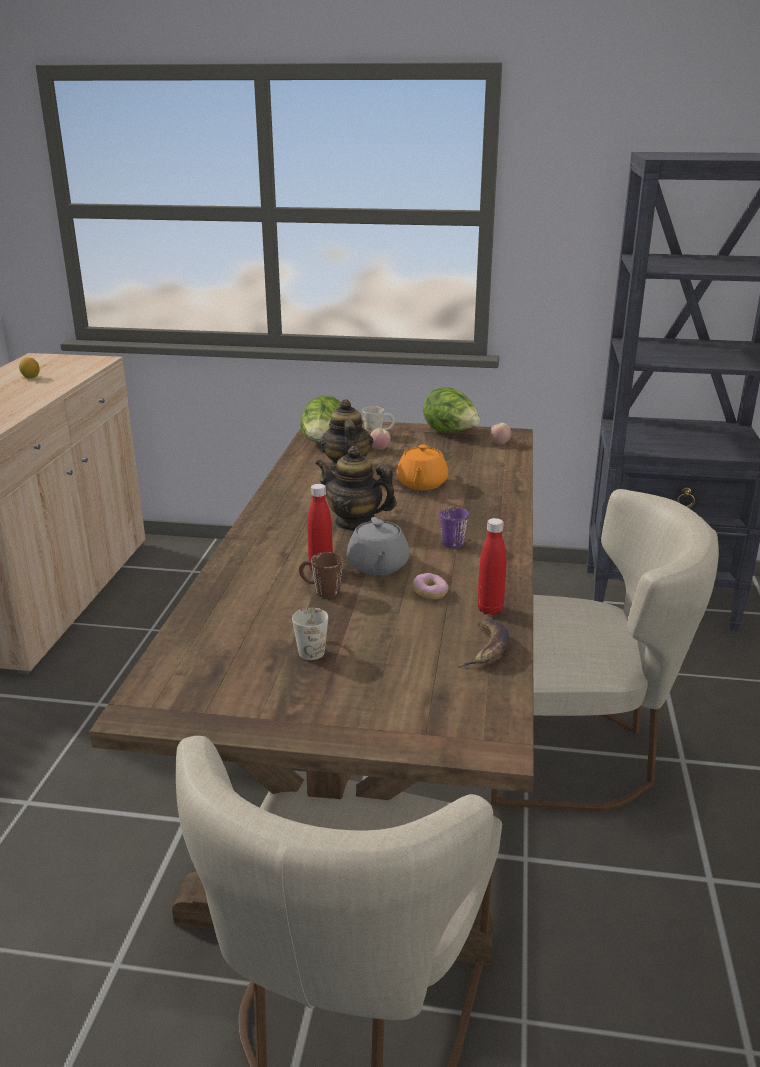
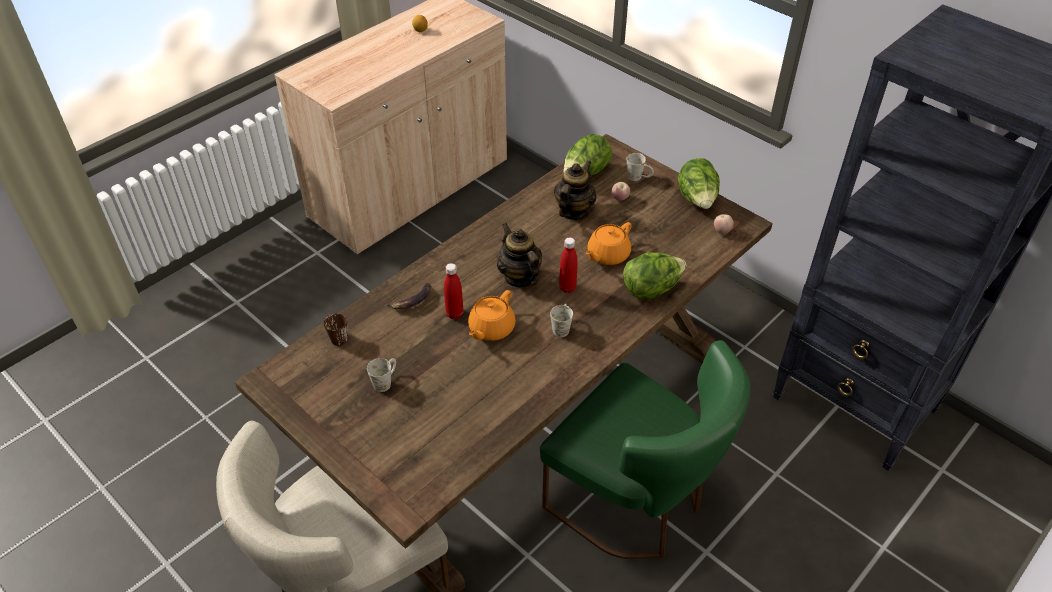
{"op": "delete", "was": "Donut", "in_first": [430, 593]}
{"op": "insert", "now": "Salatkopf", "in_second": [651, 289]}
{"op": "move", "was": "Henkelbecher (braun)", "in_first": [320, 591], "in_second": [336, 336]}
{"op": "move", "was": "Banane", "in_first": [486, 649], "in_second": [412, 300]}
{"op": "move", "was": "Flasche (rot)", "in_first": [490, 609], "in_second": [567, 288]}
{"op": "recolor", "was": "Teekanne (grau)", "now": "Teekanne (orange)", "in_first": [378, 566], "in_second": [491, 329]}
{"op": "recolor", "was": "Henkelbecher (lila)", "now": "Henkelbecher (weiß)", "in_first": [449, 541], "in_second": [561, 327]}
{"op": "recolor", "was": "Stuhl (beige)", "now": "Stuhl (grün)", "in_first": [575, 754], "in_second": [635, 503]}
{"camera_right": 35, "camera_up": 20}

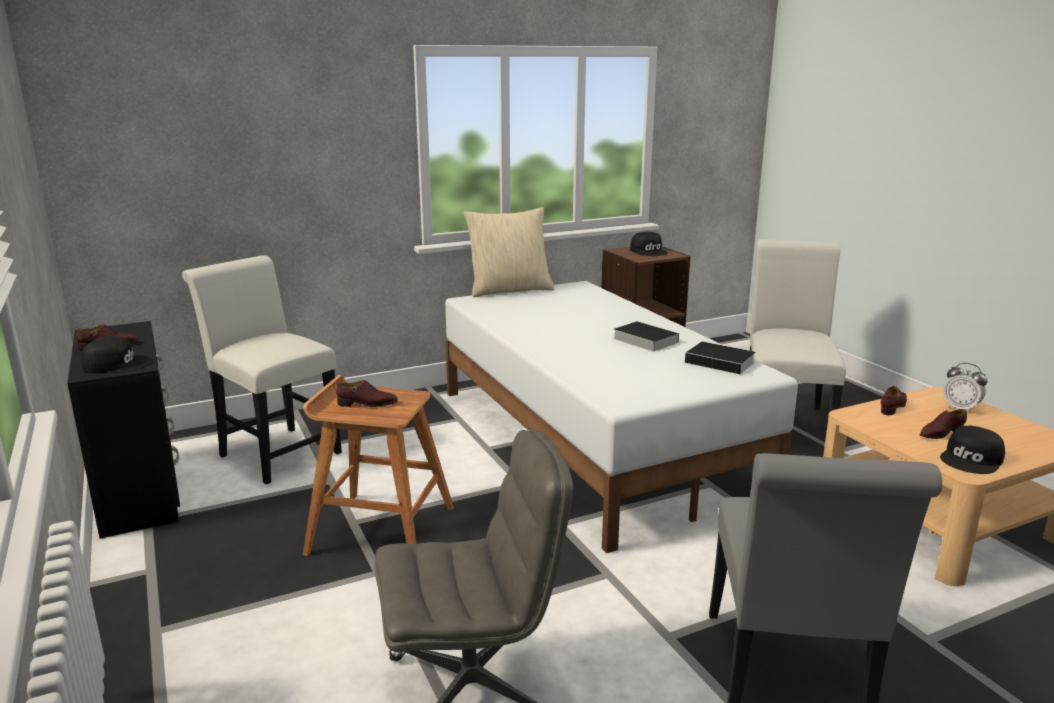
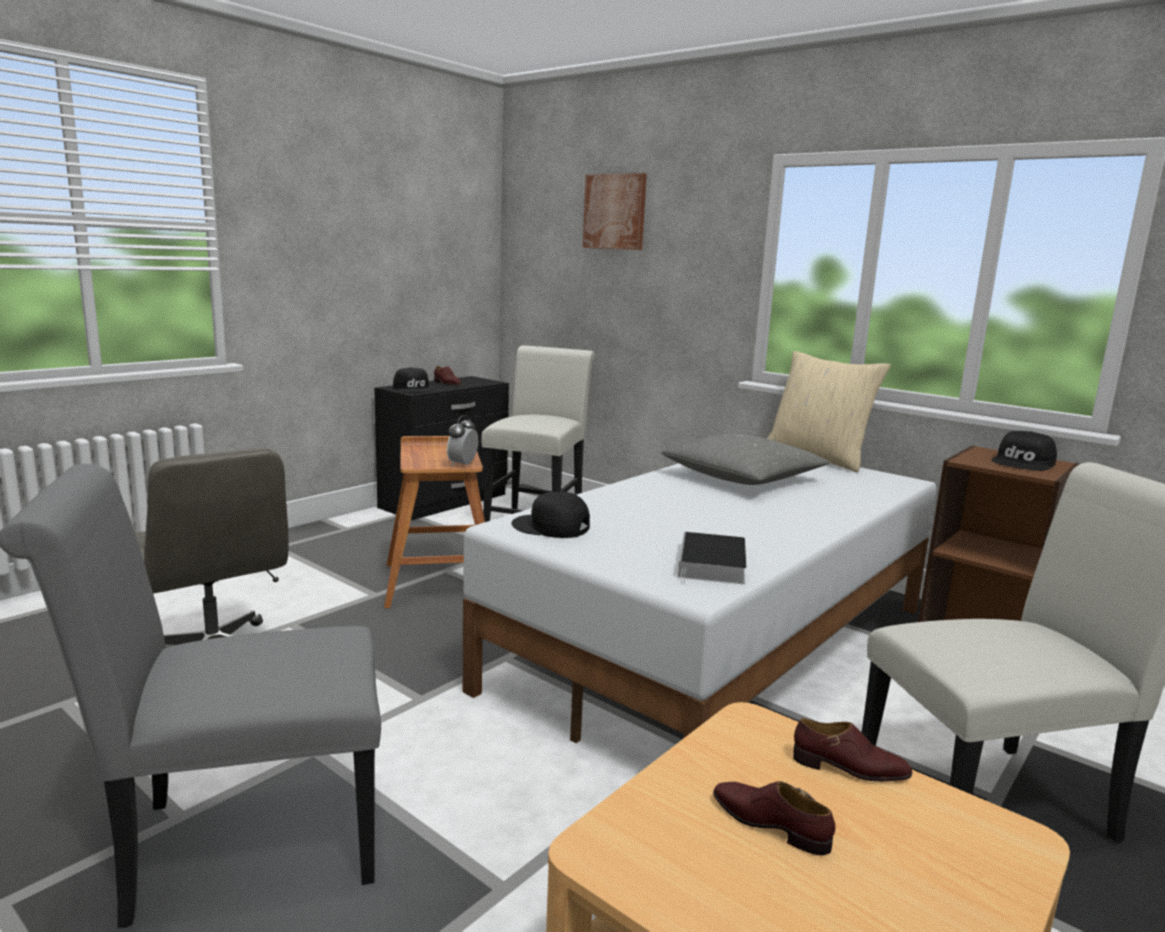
{"op": "delete", "was": "Schuh (braun)", "in_first": [367, 404]}
{"op": "delete", "was": "Buch", "in_first": [643, 340]}
{"op": "insert", "now": "Bild", "in_second": [615, 212]}
{"op": "insert", "now": "Kissen (grau)", "in_second": [743, 478]}
{"op": "move", "was": "Kappe (schwarz)", "in_first": [972, 459], "in_second": [551, 527]}
{"op": "move", "was": "Wecker", "in_first": [960, 409], "in_second": [462, 465]}
{"camera_right": 65, "camera_up": -5}

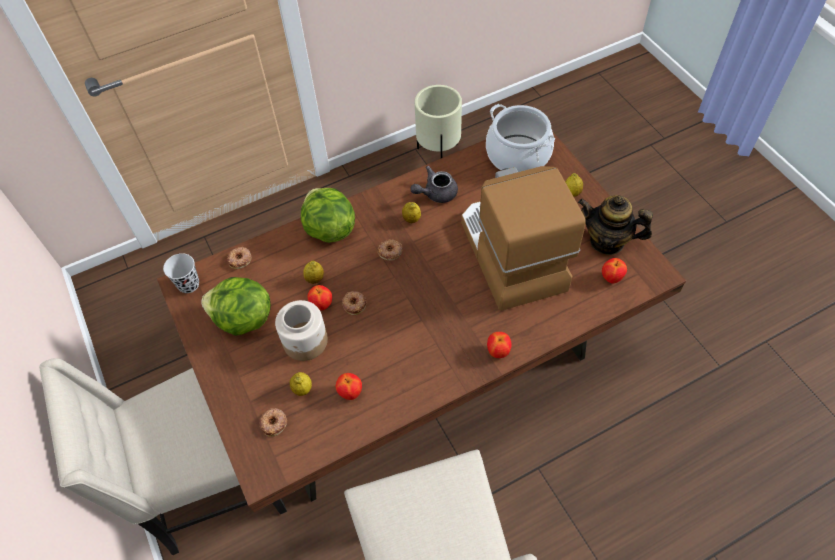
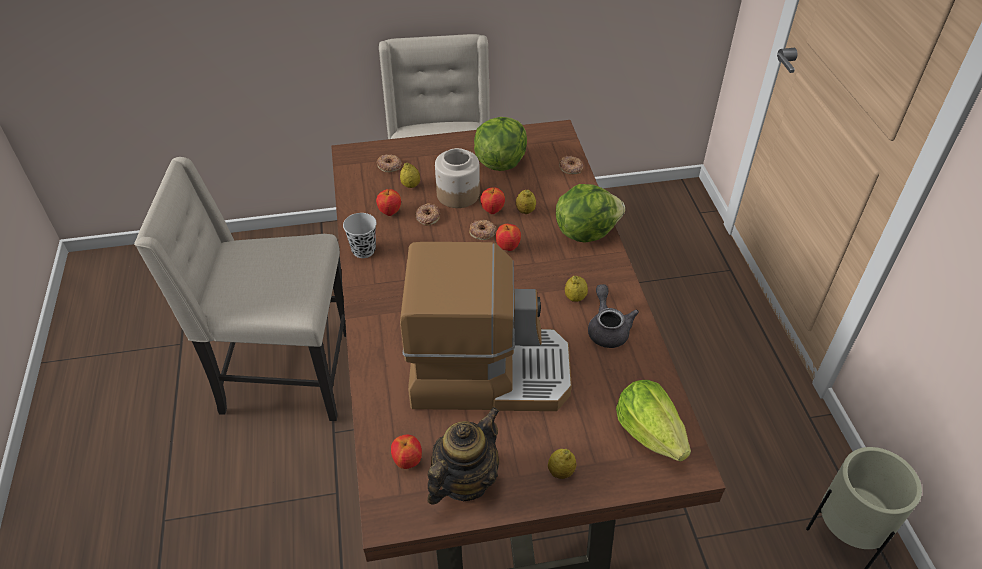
{"op": "move", "was": "Tasse (schwarz)", "in_first": [188, 284], "in_second": [363, 250]}
{"op": "move", "was": "Donut", "in_first": [390, 251], "in_second": [427, 217]}
{"op": "move", "was": "Apfel", "in_first": [498, 352], "in_second": [508, 247]}
{"op": "replace", "was": "Kochtopf", "now": "Salatkopf", "in_first": [518, 155], "in_second": [649, 432]}
{"camera_right": 105, "camera_up": -10}

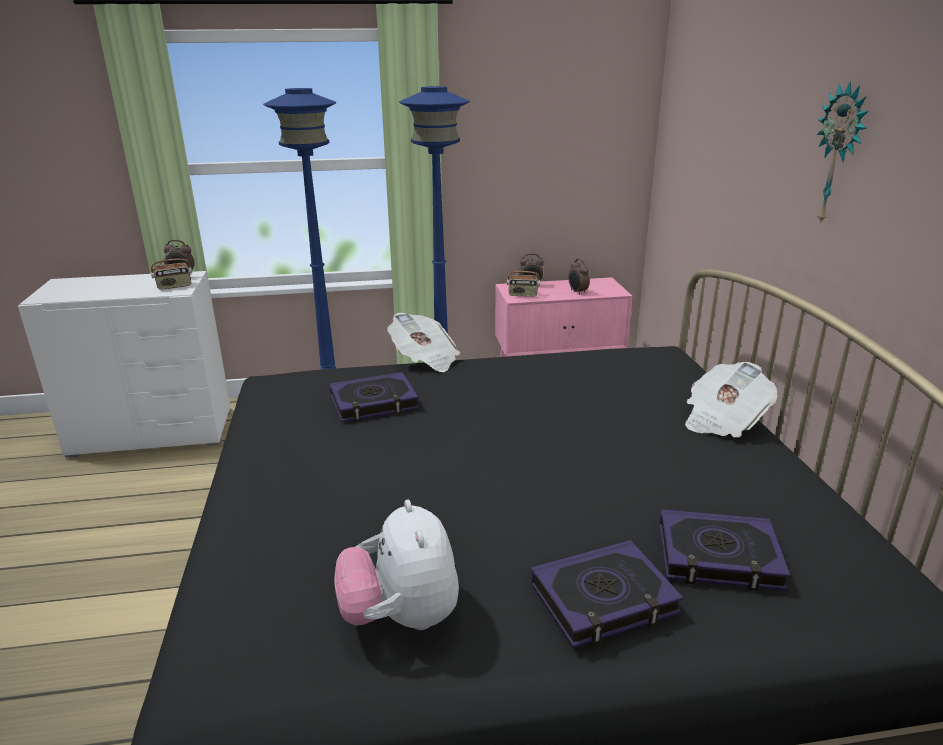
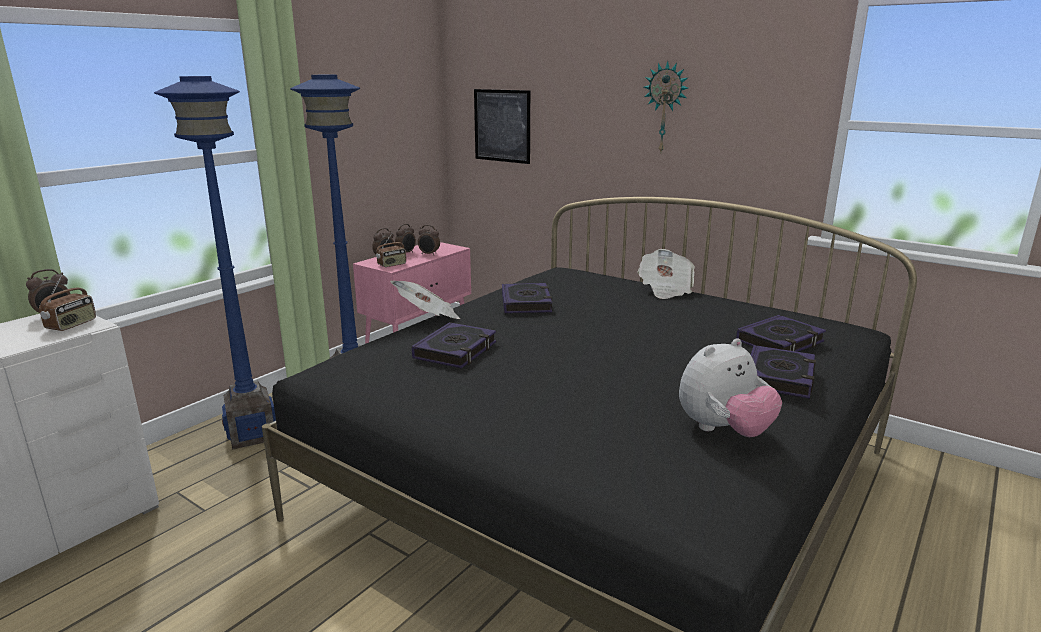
{"op": "insert", "now": "Wecker", "in_second": [406, 253]}
{"op": "insert", "now": "Bild", "in_second": [502, 126]}
{"op": "insert", "now": "Buch", "in_second": [526, 303]}
{"op": "rotate", "was": "Plüschtier", "in_first": [401, 617], "in_second": [723, 430], "clockwise": -60}
{"camera_right": -45, "camera_up": -5}

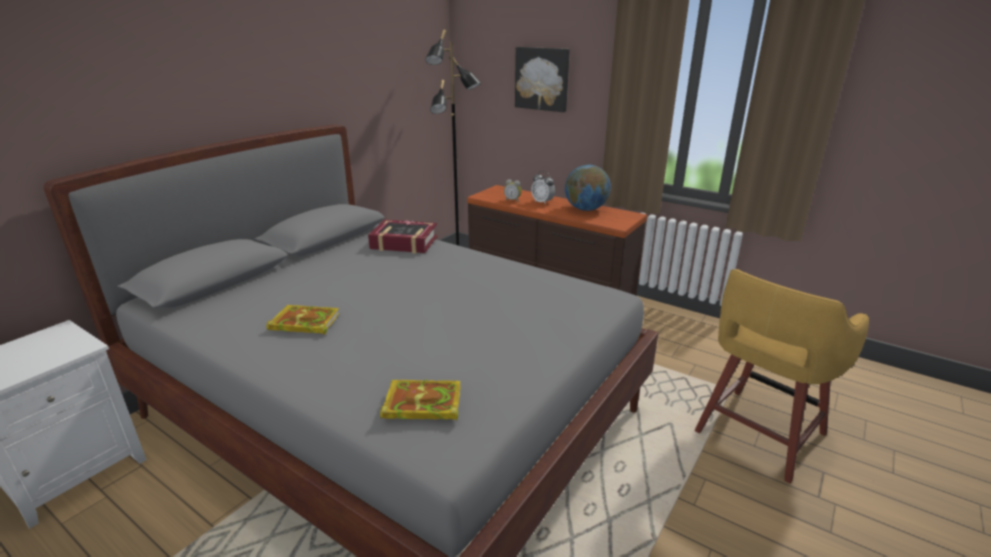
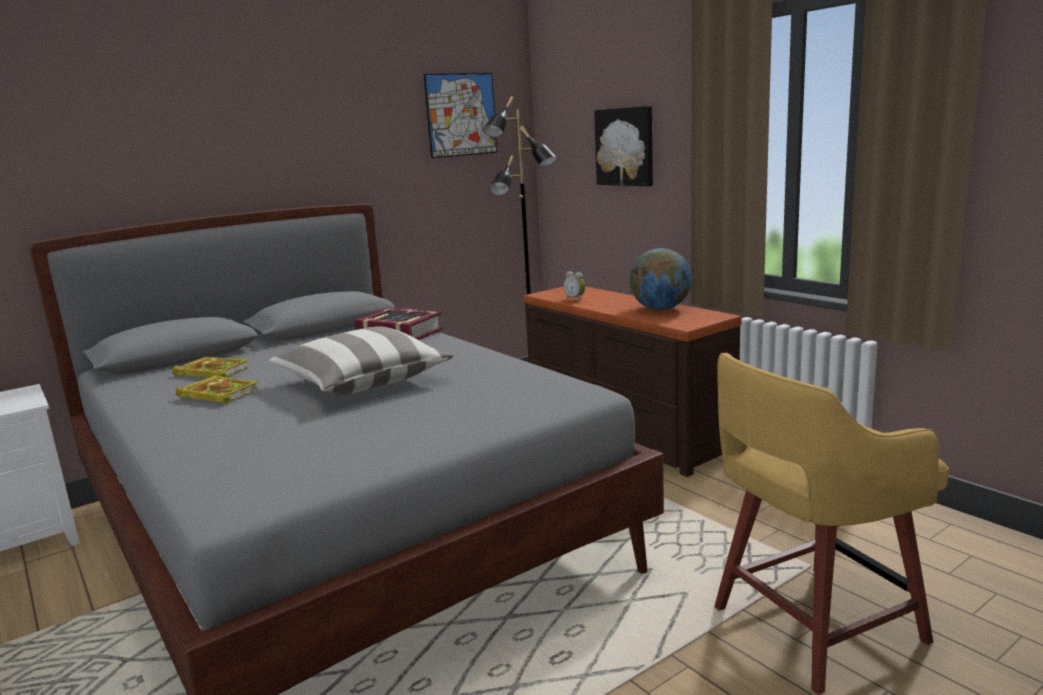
{"op": "delete", "was": "Wecker", "in_first": [542, 202]}
{"op": "insert", "now": "Kissen", "in_second": [362, 382]}
{"op": "insert", "now": "Bild", "in_second": [461, 115]}
{"op": "move", "was": "Buch", "in_first": [420, 404], "in_second": [211, 371]}
{"camera_right": 20, "camera_up": -10}

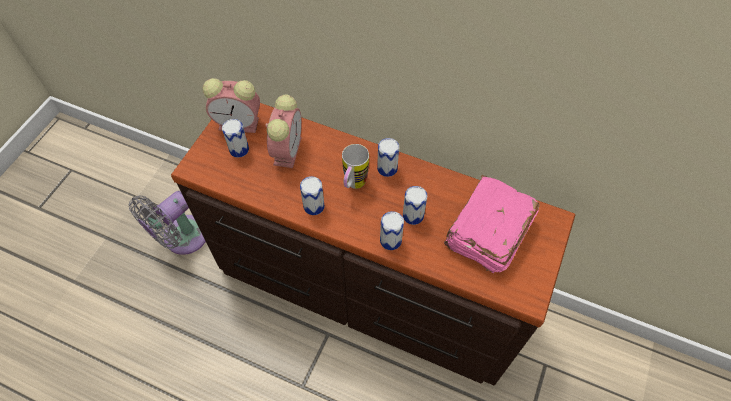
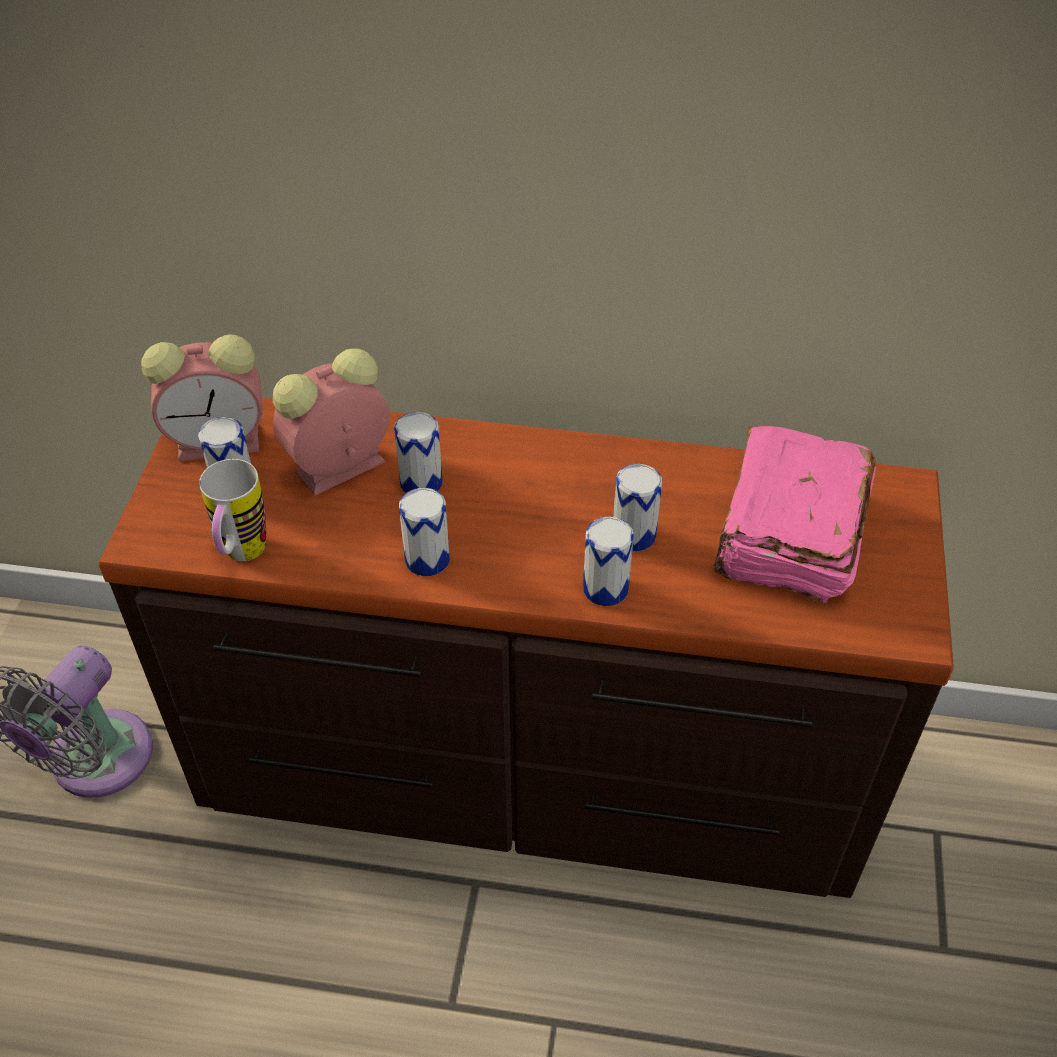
{"op": "move", "was": "Henkelbecher", "in_first": [353, 186], "in_second": [241, 557]}
{"op": "move", "was": "Dose", "in_first": [387, 168], "in_second": [421, 482]}
{"op": "rotate", "was": "Wecker", "in_first": [287, 149], "in_second": [337, 468], "clockwise": -120}
{"camera_right": -15, "camera_up": -10}

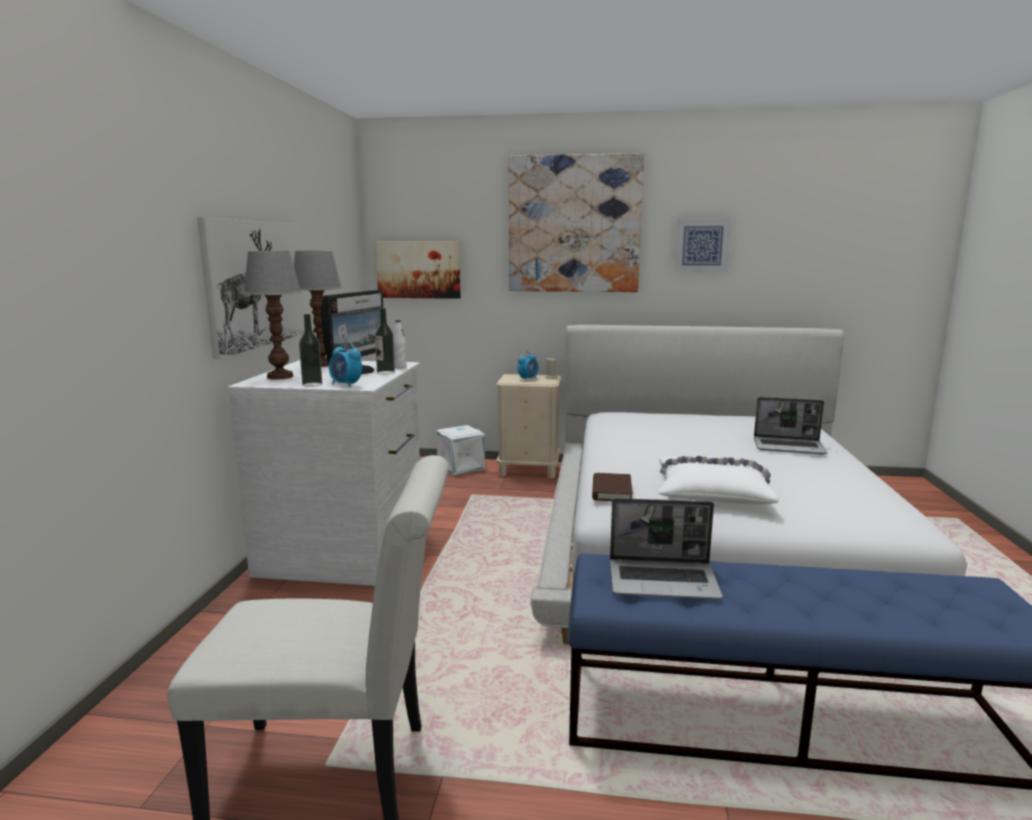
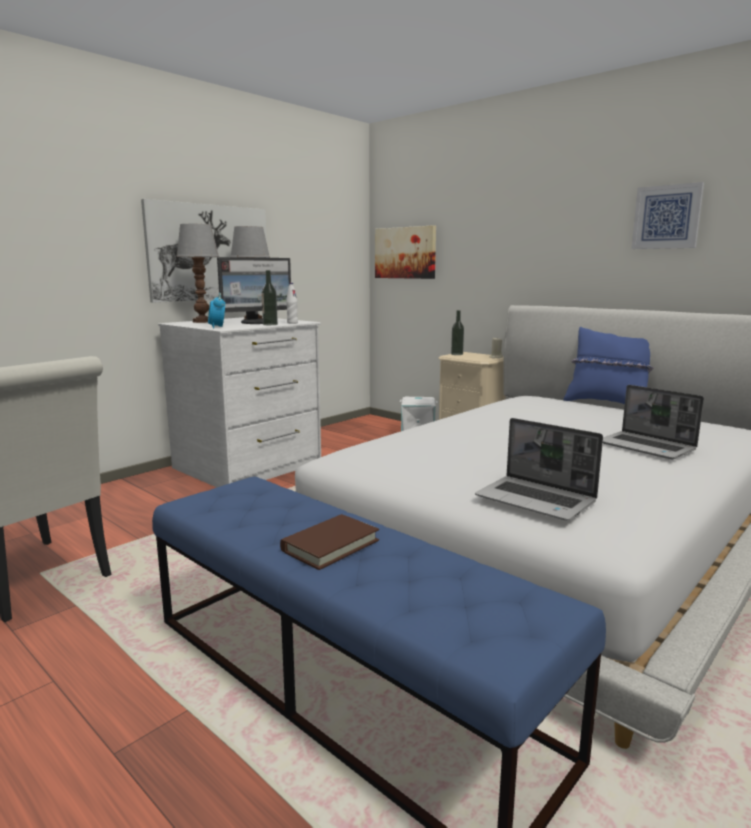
{"op": "delete", "was": "Bild", "in_first": [574, 224]}
{"op": "delete", "was": "Wecker", "in_first": [528, 379]}
{"op": "delete", "was": "Kissen (weiß)", "in_first": [712, 492]}
{"op": "insert", "now": "Kissen (blau)", "in_second": [607, 404]}
{"op": "move", "was": "Flasche", "in_first": [312, 384], "in_second": [457, 354]}
{"op": "move", "was": "Buch (braun)", "in_first": [611, 491], "in_second": [330, 545]}
{"op": "move", "was": "Laptop", "in_first": [664, 580], "in_second": [537, 500]}
{"camera_right": 35, "camera_up": 0}

